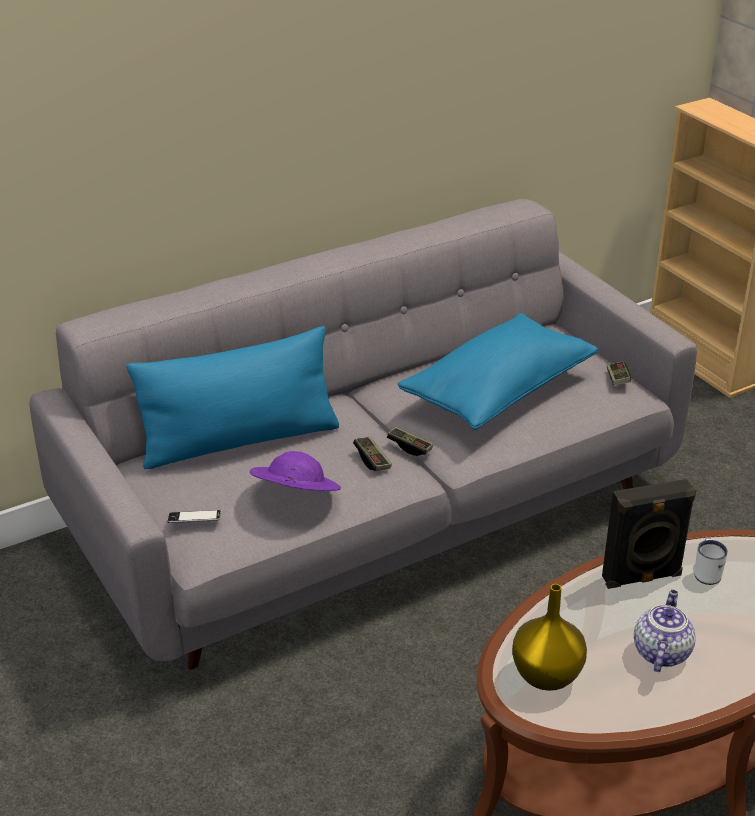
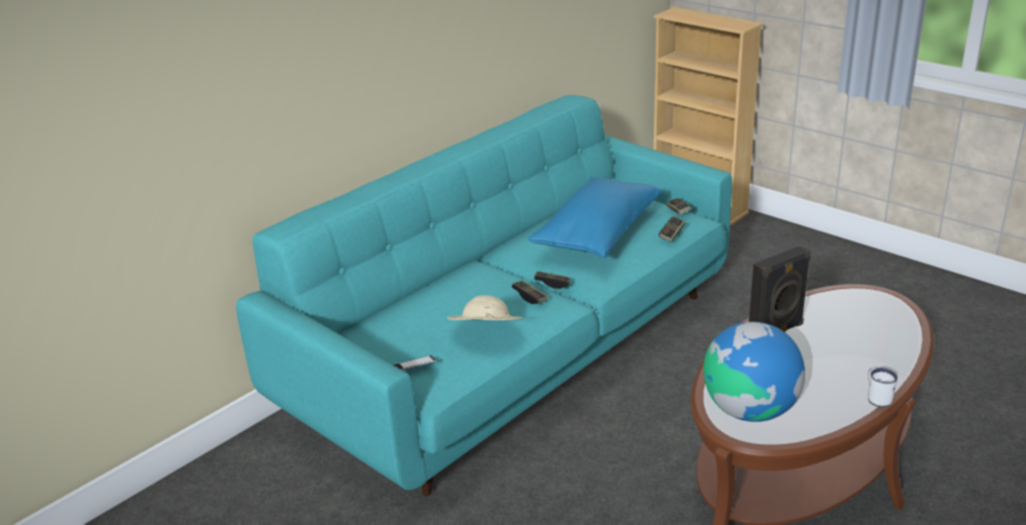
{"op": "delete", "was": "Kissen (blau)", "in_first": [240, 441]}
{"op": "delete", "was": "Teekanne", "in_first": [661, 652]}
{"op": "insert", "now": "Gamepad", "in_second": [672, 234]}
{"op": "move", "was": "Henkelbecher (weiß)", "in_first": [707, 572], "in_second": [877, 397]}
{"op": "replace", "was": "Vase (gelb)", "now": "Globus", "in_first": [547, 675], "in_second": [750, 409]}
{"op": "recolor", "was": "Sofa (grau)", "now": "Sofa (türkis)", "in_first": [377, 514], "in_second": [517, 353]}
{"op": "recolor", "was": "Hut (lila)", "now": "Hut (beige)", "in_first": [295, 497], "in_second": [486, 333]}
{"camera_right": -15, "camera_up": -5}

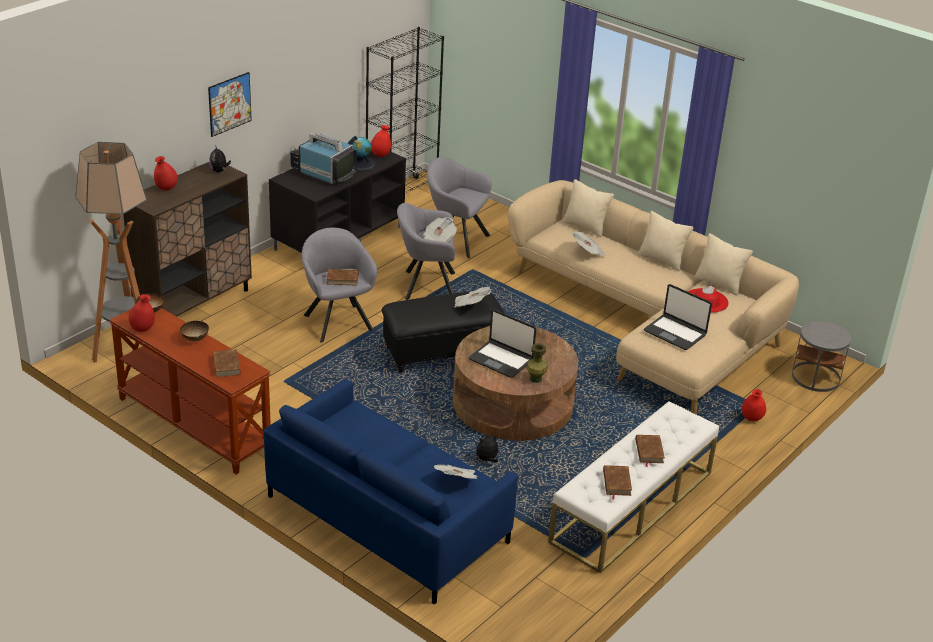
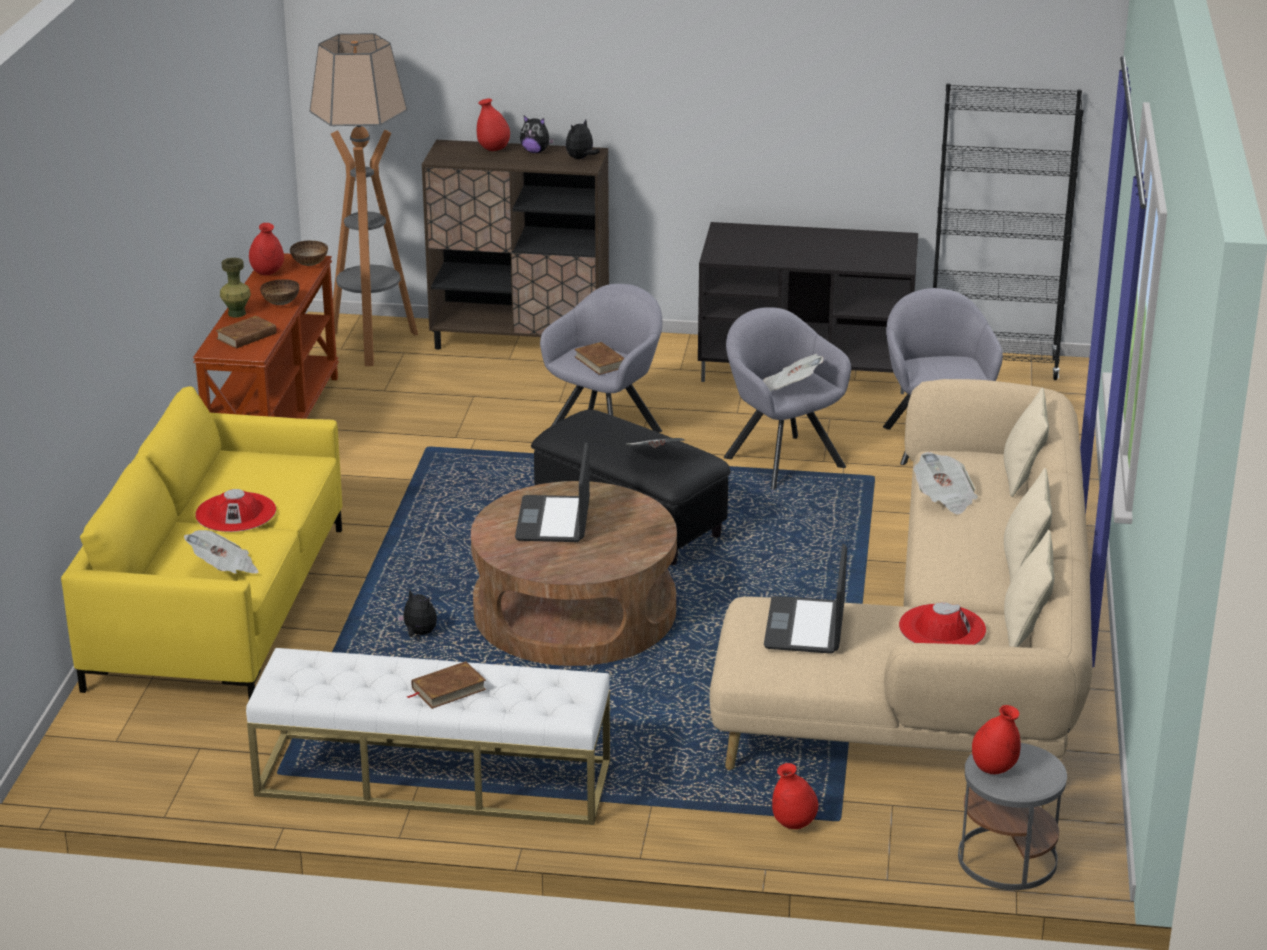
{"op": "delete", "was": "Bild", "in_first": [229, 104]}
{"op": "delete", "was": "Fernseher", "in_first": [323, 173]}
{"op": "delete", "was": "Globus", "in_first": [361, 164]}
{"op": "delete", "was": "Buch (braun)", "in_first": [616, 483]}
{"op": "insert", "now": "Hut (rot)", "in_second": [236, 513]}
{"op": "insert", "now": "Plüschtier", "in_second": [535, 151]}
{"op": "move", "was": "Vase (rot)", "in_first": [380, 155], "in_second": [994, 768]}
{"op": "move", "was": "Vase (grün)", "in_first": [535, 379], "in_second": [236, 313]}
{"op": "recolor", "was": "Sofa (blau)", "now": "Sofa (gelb)", "in_first": [387, 518], "in_second": [219, 606]}
{"camera_right": 60, "camera_up": -5}

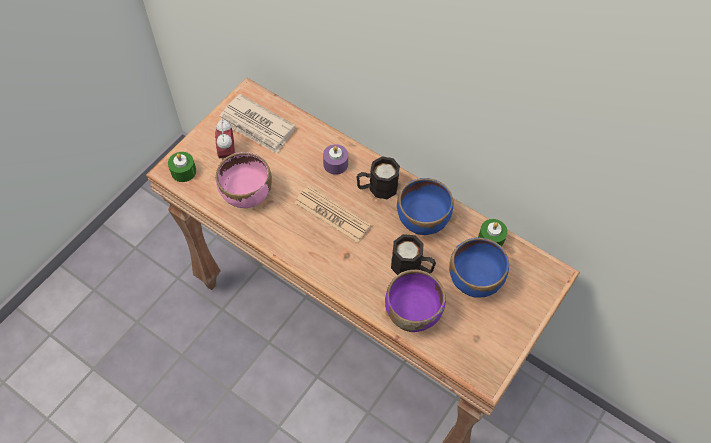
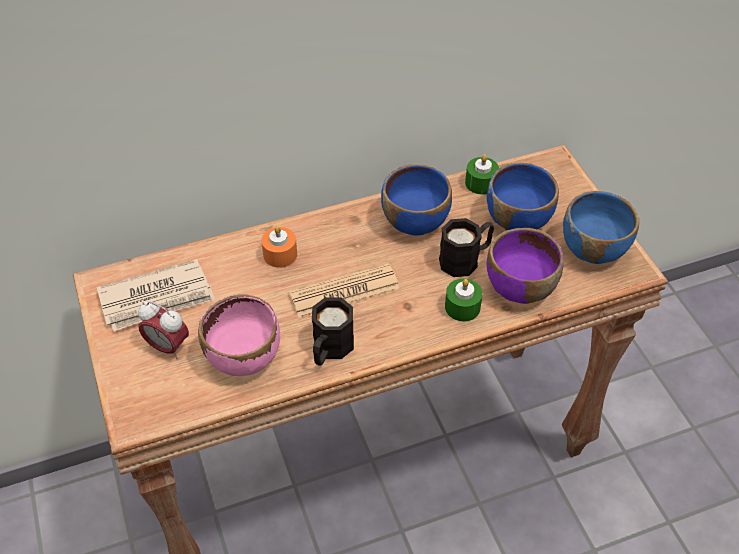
{"op": "insert", "now": "Schüssel (blau)", "in_second": [594, 248]}
{"op": "move", "was": "Kerze (grün)", "in_first": [183, 171], "in_second": [462, 307]}
{"op": "move", "was": "Henkelbecher (schwarz)", "in_first": [377, 188], "in_second": [330, 350]}
{"op": "recolor", "was": "Kerze (lila)", "now": "Kerze (orange)", "in_first": [335, 164], "in_second": [280, 254]}
{"camera_right": -55, "camera_up": -10}

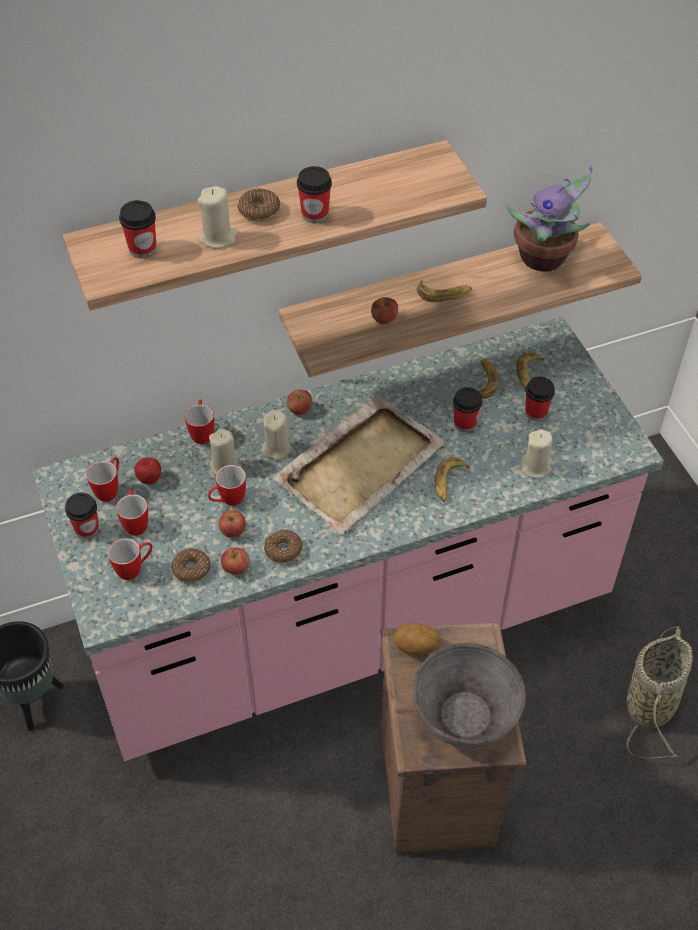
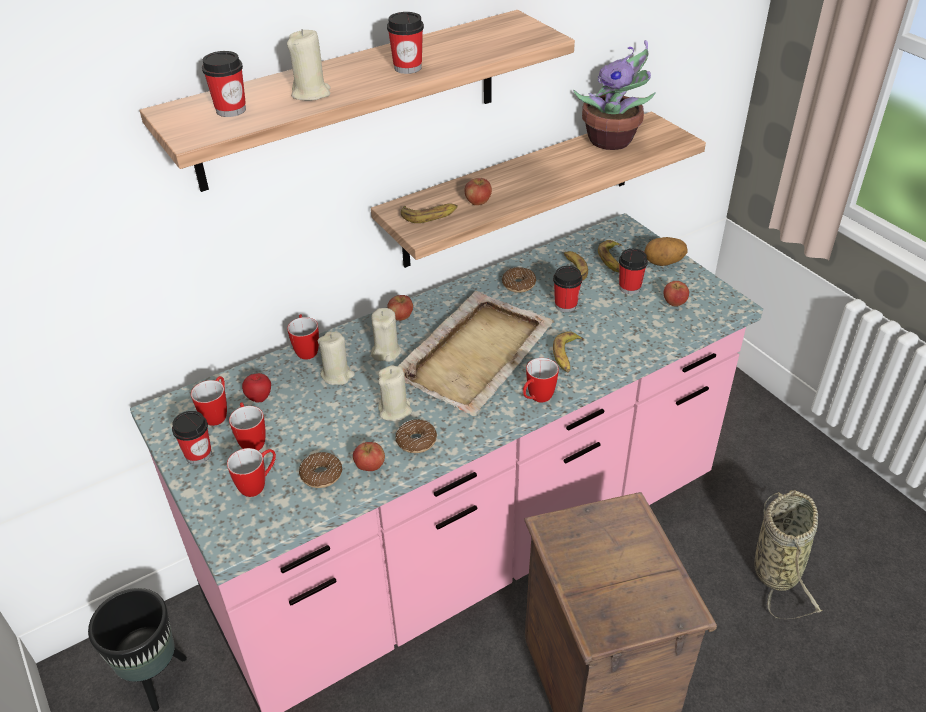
{"op": "delete", "was": "Schüssel (grau)", "in_first": [465, 715]}
{"op": "move", "was": "Henkelbecher", "in_first": [228, 501], "in_second": [536, 399]}
{"op": "move", "was": "Apfel", "in_first": [233, 531], "in_second": [674, 303]}
{"op": "move", "was": "Donut", "in_first": [259, 211], "in_second": [518, 284]}
{"op": "move", "was": "Kartoffel", "in_first": [415, 648], "in_second": [663, 263]}
{"op": "move", "was": "Banane", "in_first": [444, 294], "in_second": [429, 215]}
{"op": "move", "was": "Kerze (beige)", "in_first": [535, 467], "in_second": [395, 410]}
{"camera_right": -10, "camera_up": -10}

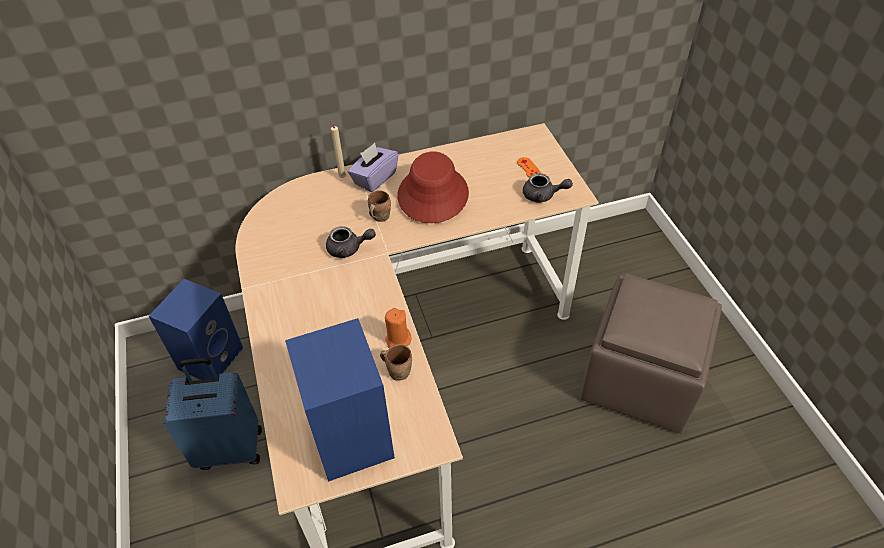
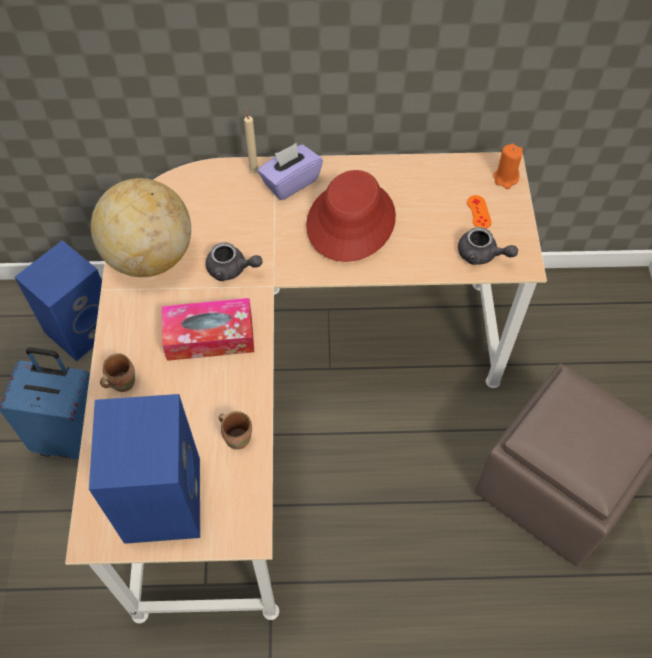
{"op": "insert", "now": "Globus", "in_second": [150, 256]}
{"op": "insert", "now": "Taschentuchbox", "in_second": [209, 336]}
{"op": "move", "was": "Henkelbecher (braun)", "in_first": [379, 216], "in_second": [121, 382]}
{"op": "move", "was": "Kerze (orange)", "in_first": [398, 340], "in_second": [505, 178]}
{"camera_right": 15, "camera_up": 10}

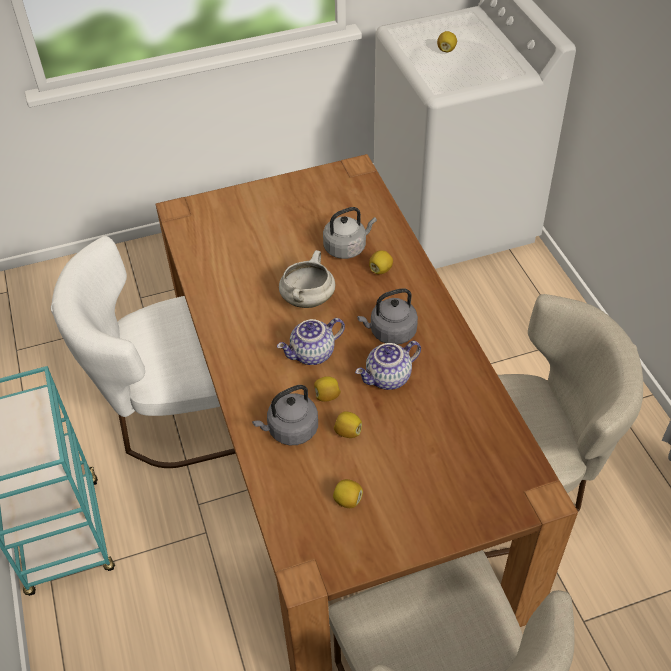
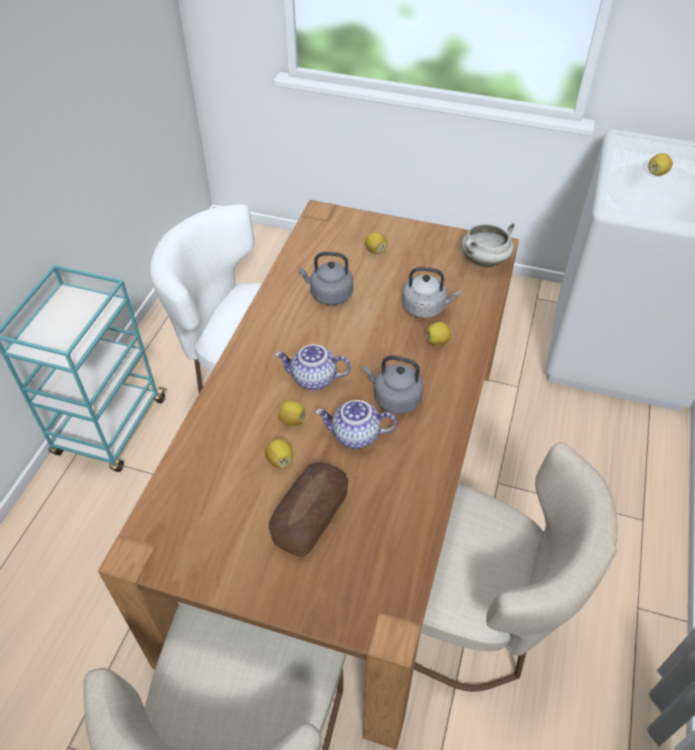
{"op": "insert", "now": "Brot", "in_second": [310, 517]}
{"op": "move", "was": "Wasserkessel (grau)", "in_first": [290, 430], "in_second": [329, 294]}
{"op": "move", "was": "Kochtopf (weiß)", "in_first": [307, 299], "in_second": [485, 260]}
{"op": "move", "was": "Zitrone", "in_first": [348, 500], "in_second": [375, 250]}
{"camera_right": 35, "camera_up": 0}

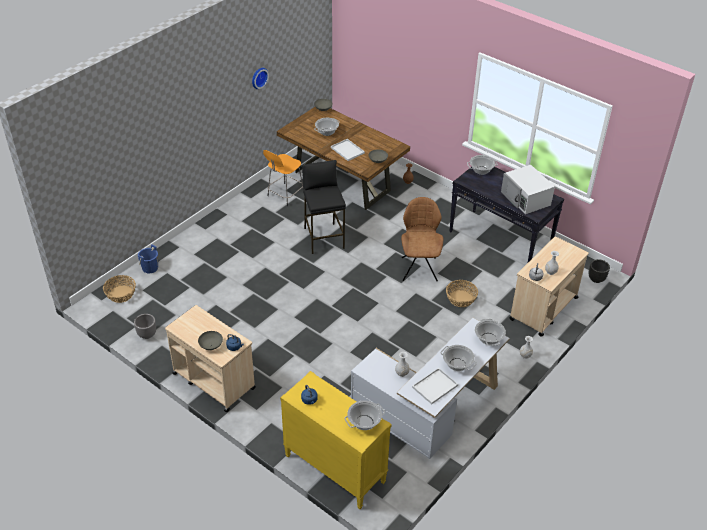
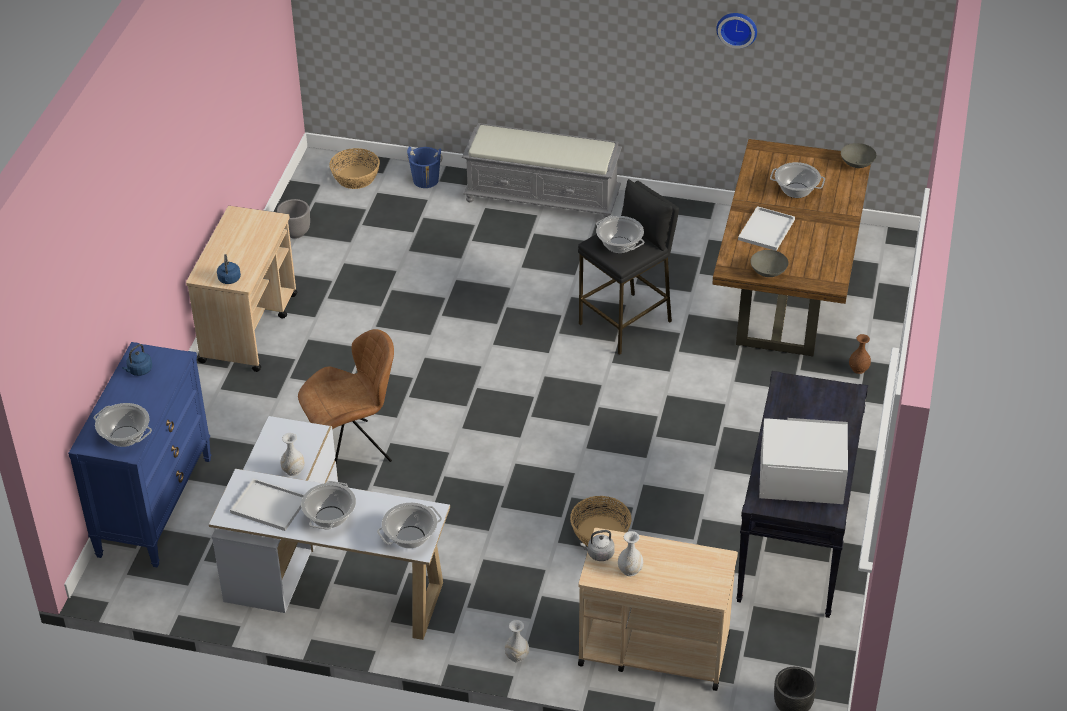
{"op": "delete", "was": "Schüssel (grau)", "in_first": [211, 345]}
{"op": "delete", "was": "Hocker (orange)", "in_first": [285, 195]}
{"op": "insert", "now": "Bank (grau)", "in_second": [543, 197]}
{"op": "move", "was": "Stuhl (braun)", "in_first": [419, 268], "in_second": [352, 450]}
{"op": "move", "was": "Kochtopf", "in_first": [481, 170], "in_second": [619, 245]}
{"op": "recolor", "was": "Kommode (gelb)", "now": "Kommode (blau)", "in_first": [334, 469], "in_second": [155, 506]}
{"op": "rotate", "was": "Mikrowelle (weiß)", "in_first": [526, 198], "in_second": [800, 477], "clockwise": 60}
{"camera_right": 65, "camera_up": 0}

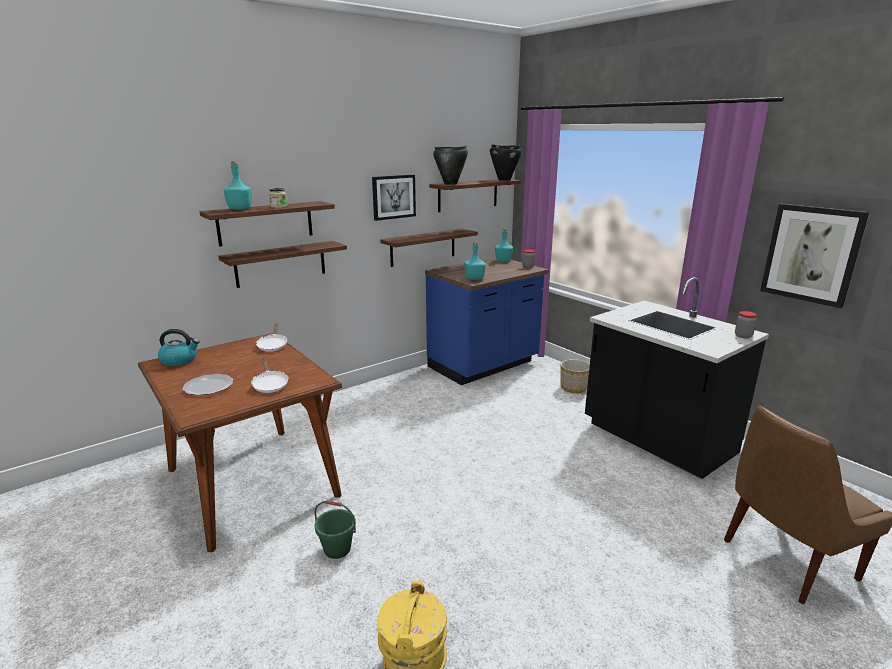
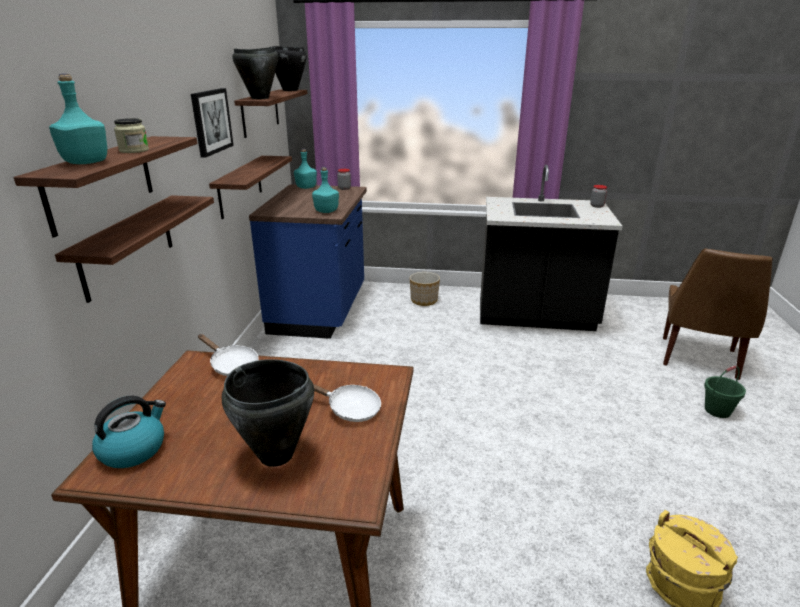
{"op": "delete", "was": "Bild", "in_first": [811, 254]}
{"op": "move", "was": "Eimer (grün)", "in_first": [337, 549], "in_second": [717, 411]}
{"op": "replace", "was": "Teller", "now": "Kochtopf (schwarz)", "in_first": [208, 387], "in_second": [276, 455]}
{"camera_right": -45, "camera_up": 5}

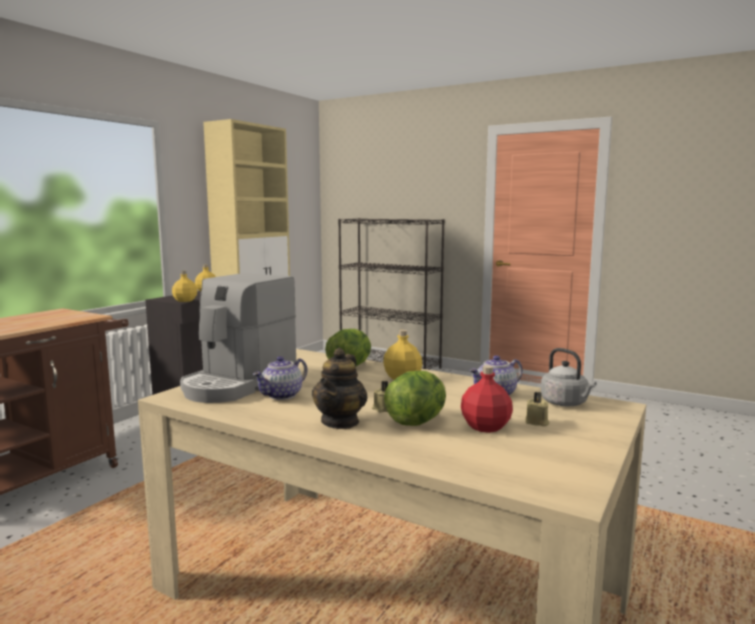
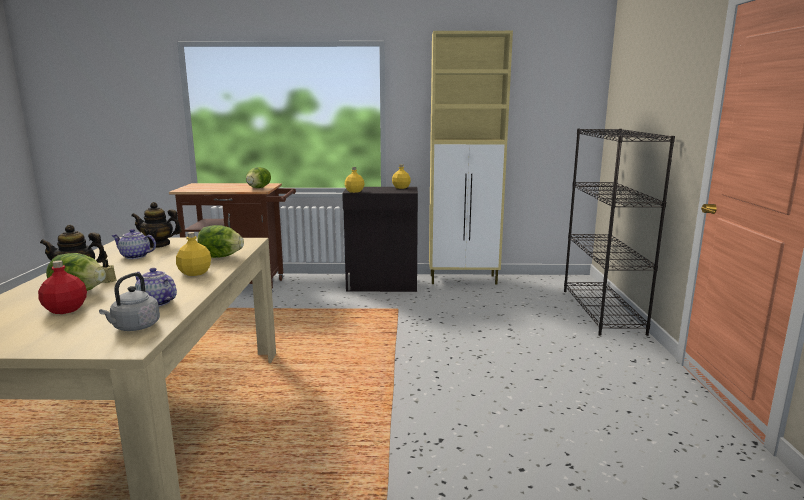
{"op": "delete", "was": "Kerze (beige)", "in_first": [537, 422]}
{"op": "insert", "now": "Salatkopf", "in_second": [258, 188]}
{"op": "replace", "was": "Kaffeemaschine", "now": "Teekanne", "in_first": [238, 384], "in_second": [158, 245]}
{"camera_right": 60, "camera_up": 5}

